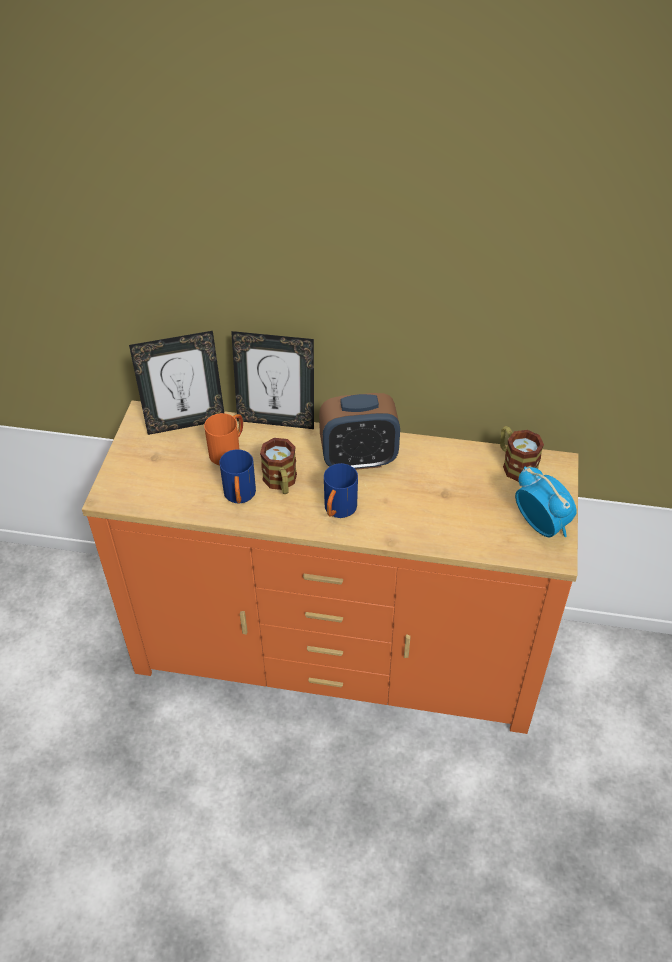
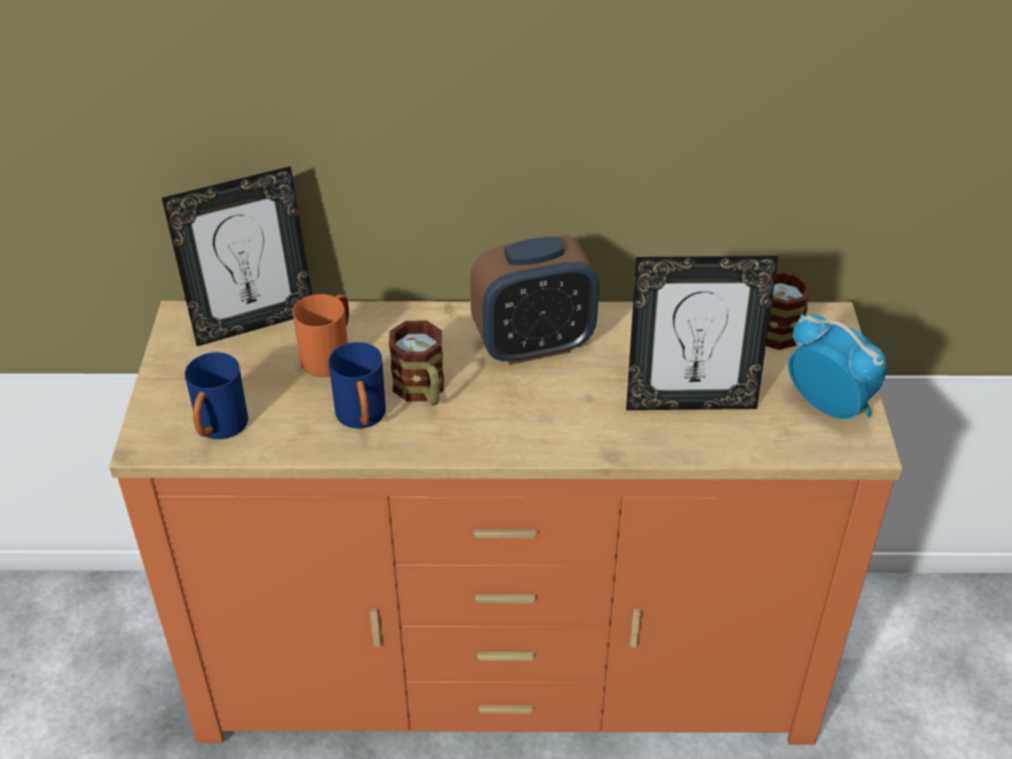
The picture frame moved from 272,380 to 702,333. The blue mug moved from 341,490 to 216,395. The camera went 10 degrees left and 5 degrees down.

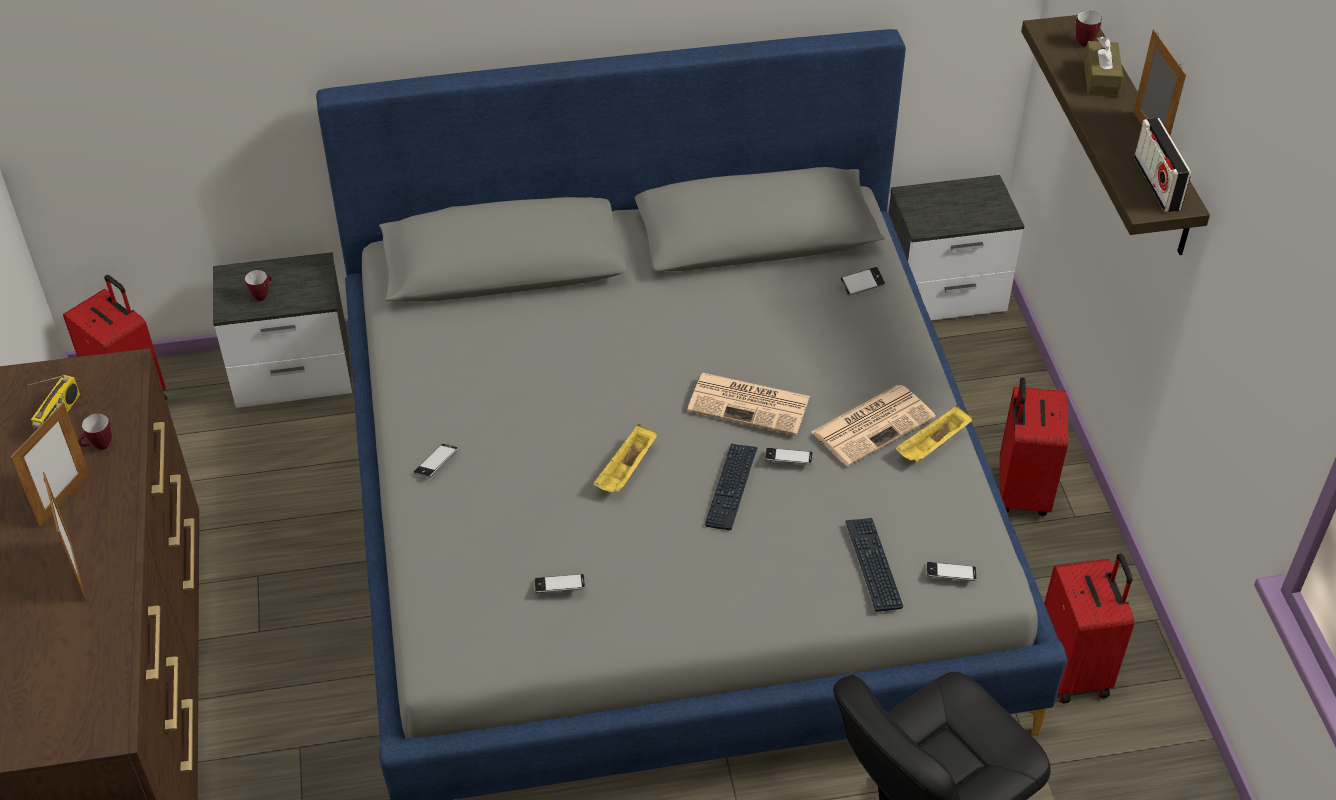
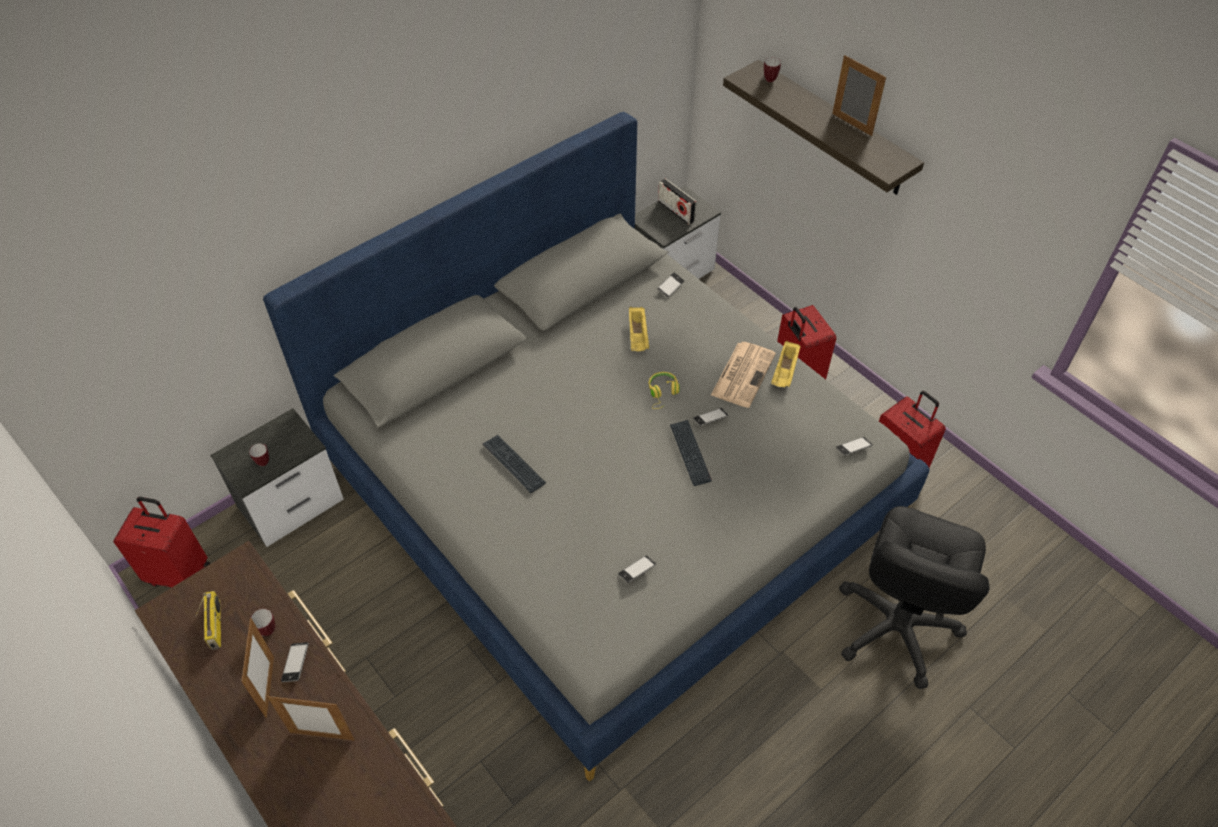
The brown box of tissues at 1103,66 disappeared. The radio moved from 1162,165 to 677,201. The printed paper at 748,404 was replaced by the yellowish pair of headphones at 664,390. The yellowish tray moved from 625,458 to 639,329. The telephone moved from 436,461 to 295,662. The picture frame at 64,536 turned 150 degrees clockwise. The keyboard moved from 874,565 to 514,464. The camera went 30 degrees left and 5 degrees up.

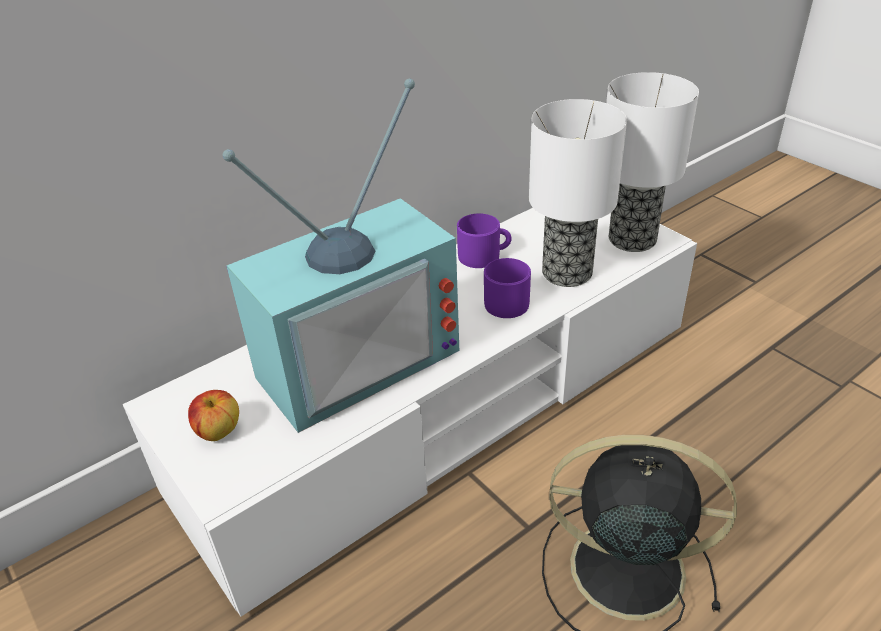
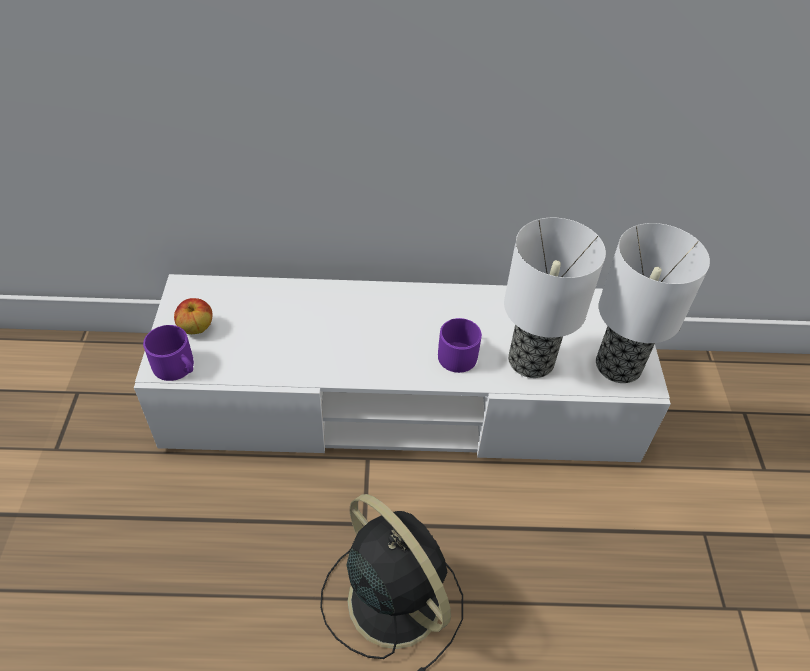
The TV set at 340,255 disappeared. The purple mug moved from 484,240 to 168,353. The camera went 35 degrees right and 10 degrees up.

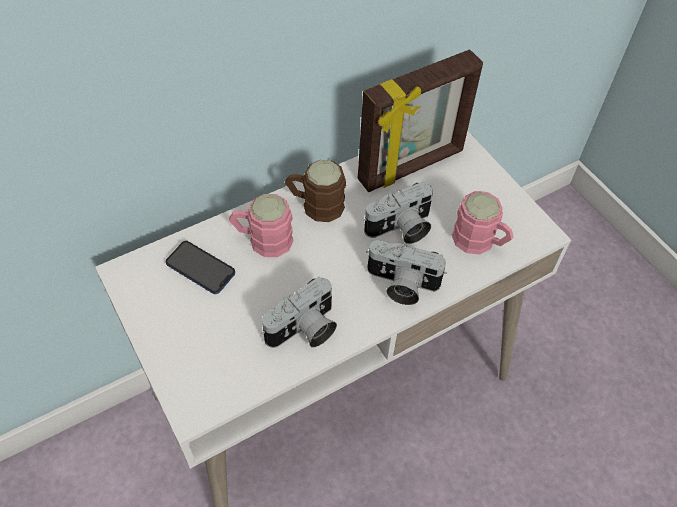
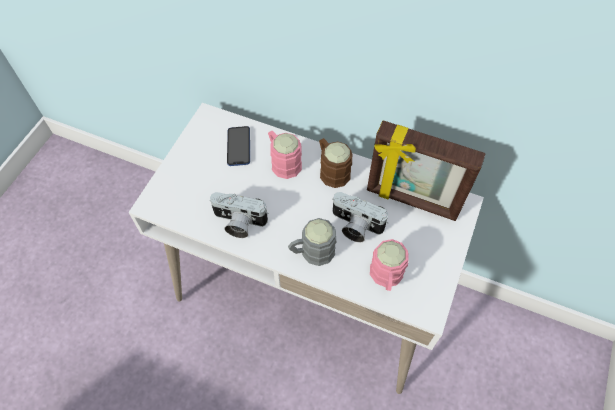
The still camera at 406,272 was replaced by the gray mug at 312,242. The camera went 55 degrees right and 5 degrees up.

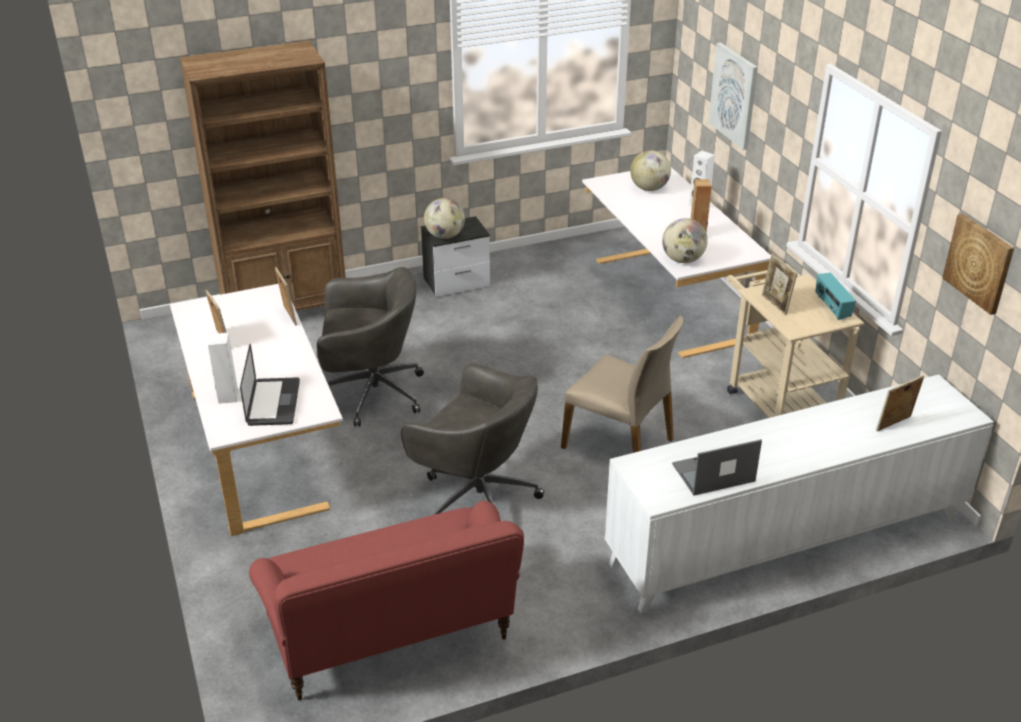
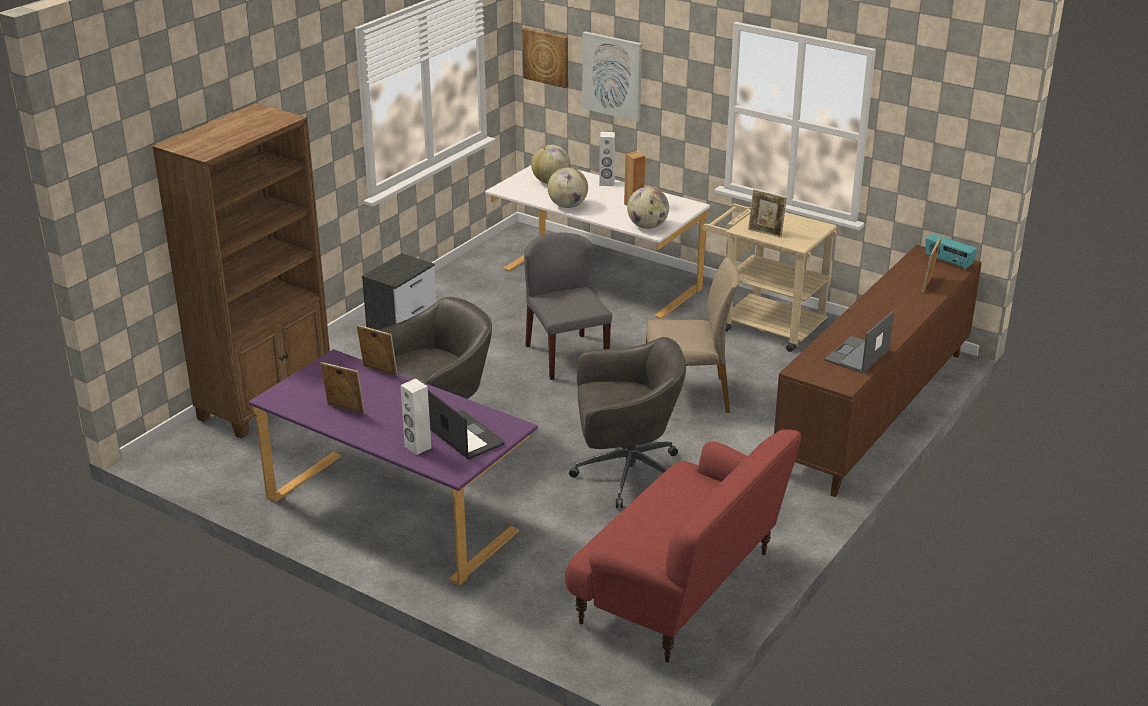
The desk globe moved from 444,218 to 568,187. The wall art moved from 978,264 to 545,58. The radio moved from 835,296 to 951,252. The white desk at 256,410 became the purple desk at 393,467. The white cupboard at 799,493 became the brown cupboard at 877,371. The gray plain chair at 568,306 appeared. The camera went 35 degrees left and 5 degrees down.

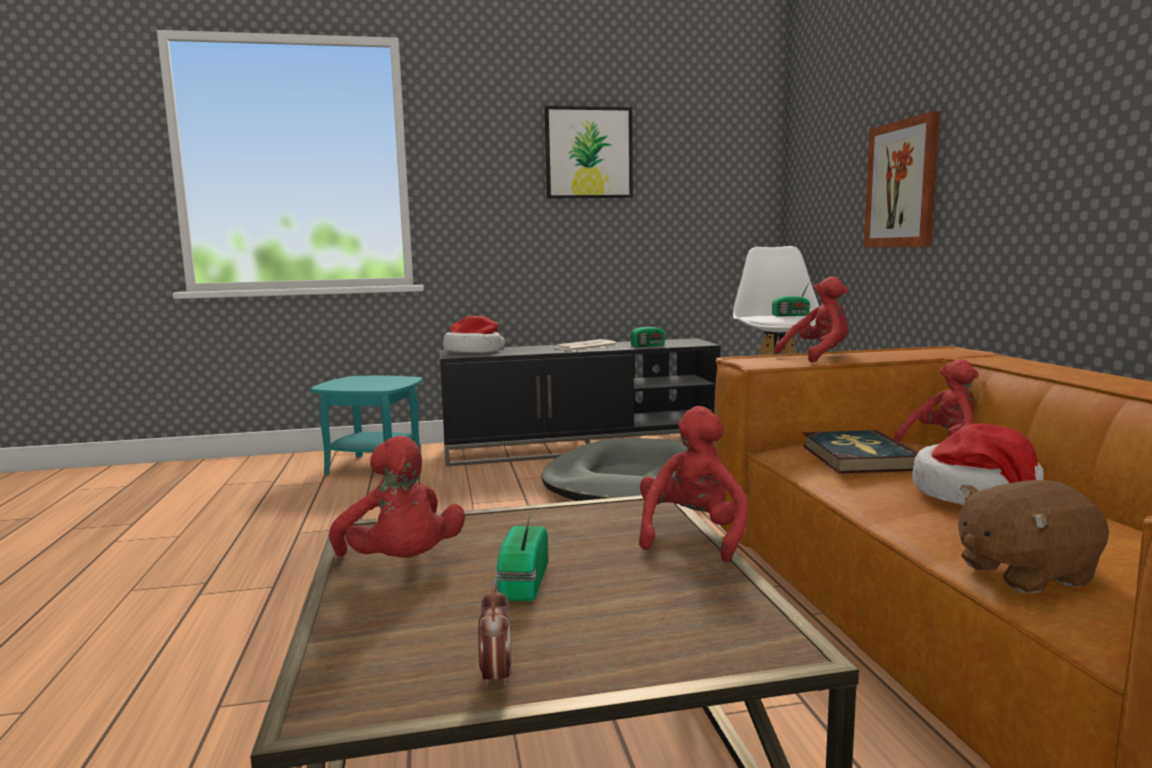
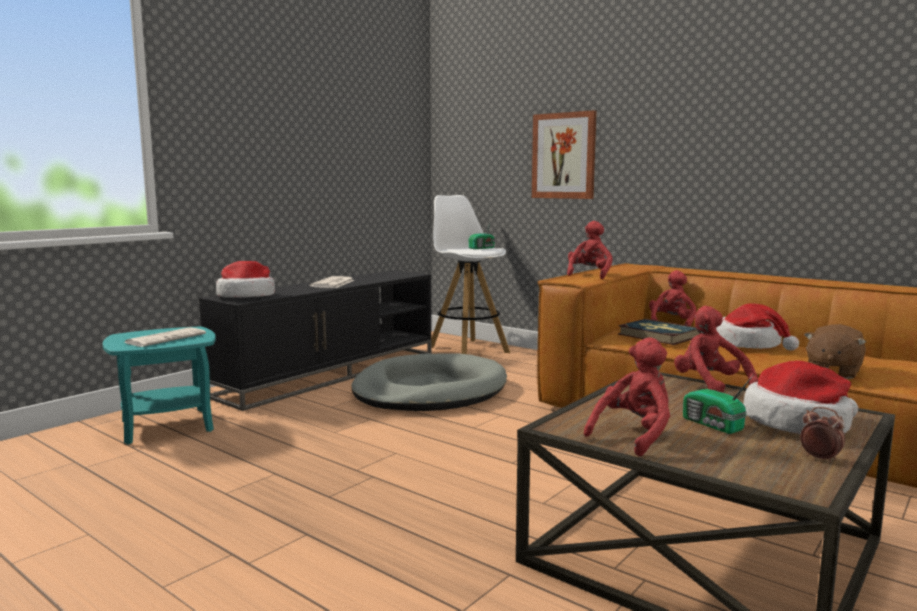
The wall art at 588,152 disappeared. The radio at 648,330 disappeared. The red-coloured soft toy at 397,497 turned 60 degrees counterclockwise. The printed paper at 165,337 appeared. The wearable hat at 800,397 appeared. The camera went 40 degrees left and 0 degrees up.

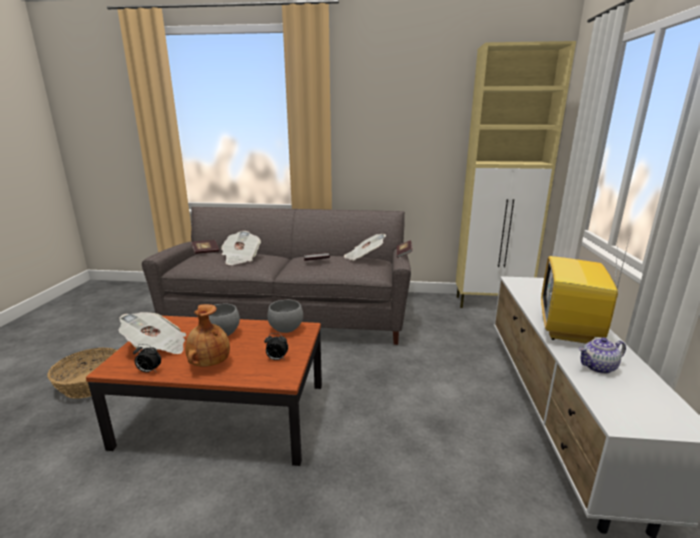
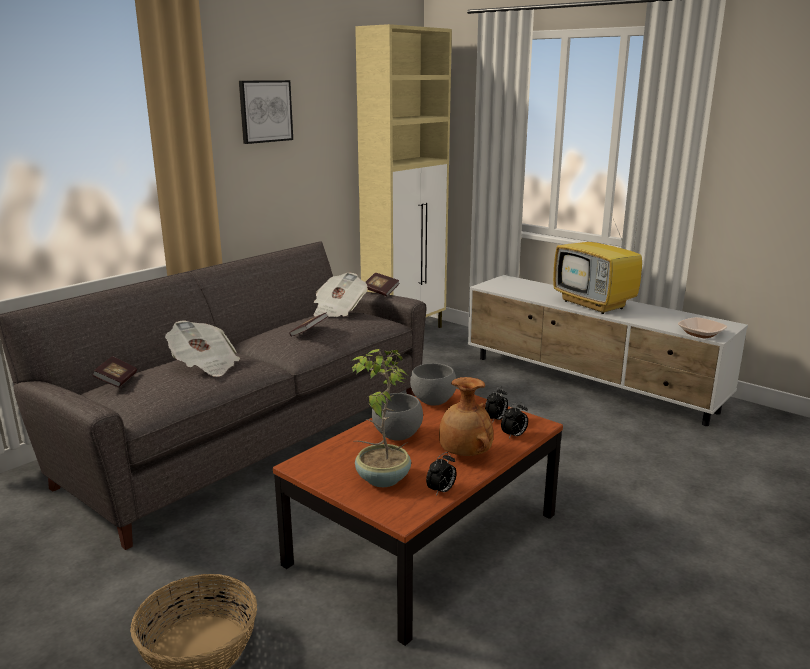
The printed paper at 152,333 was replaced by the plant in a pot at 381,418. The pot for tea at 602,356 disappeared. The wall art at 266,112 appeared. The bowl at 702,328 appeared. The alarm clock at 514,420 appeared. The camera went 55 degrees left and 0 degrees up.

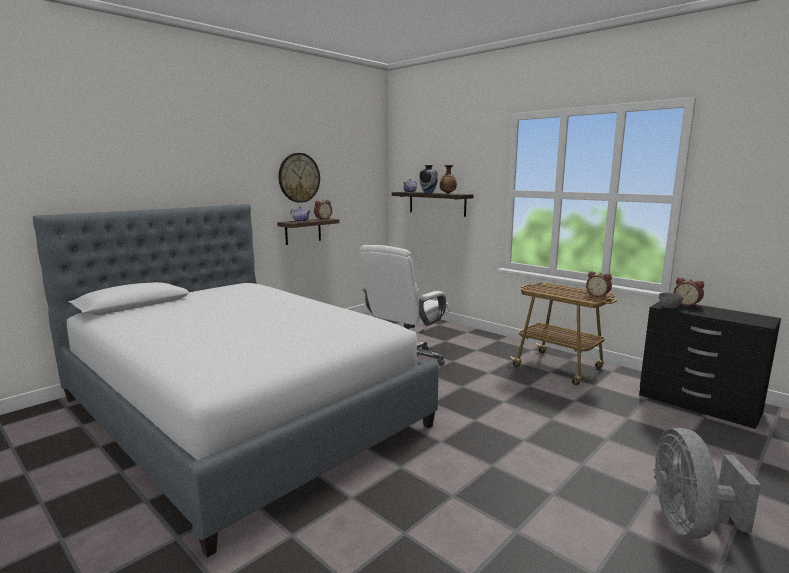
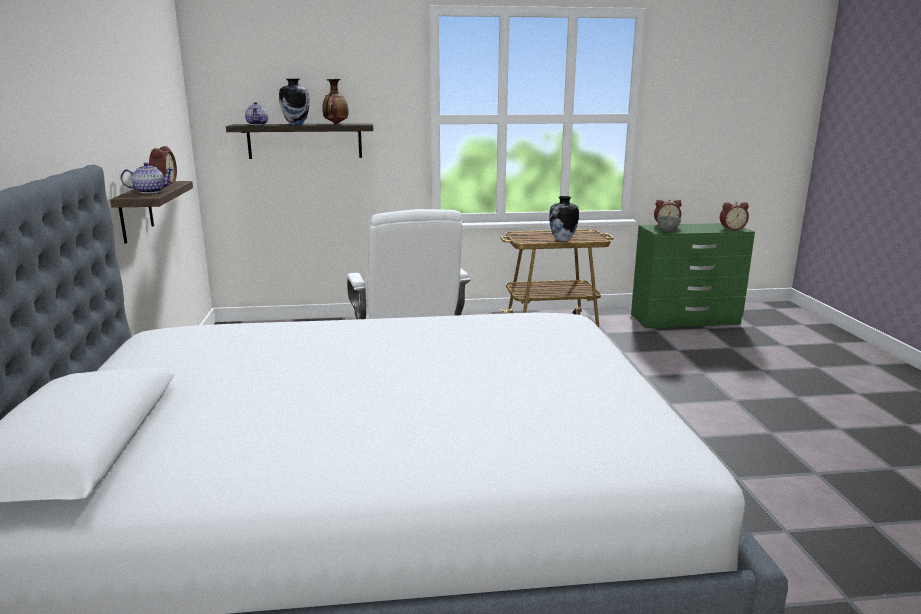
The hanging clock at 299,178 disappeared. The alarm clock moved from 599,284 to 734,216. The black drawer chest at 710,365 became the green-coloured drawer chest at 693,275. The gray cooling fan at 707,483 disappeared. The vase at 564,218 appeared. The camera went 50 degrees left and 5 degrees up.

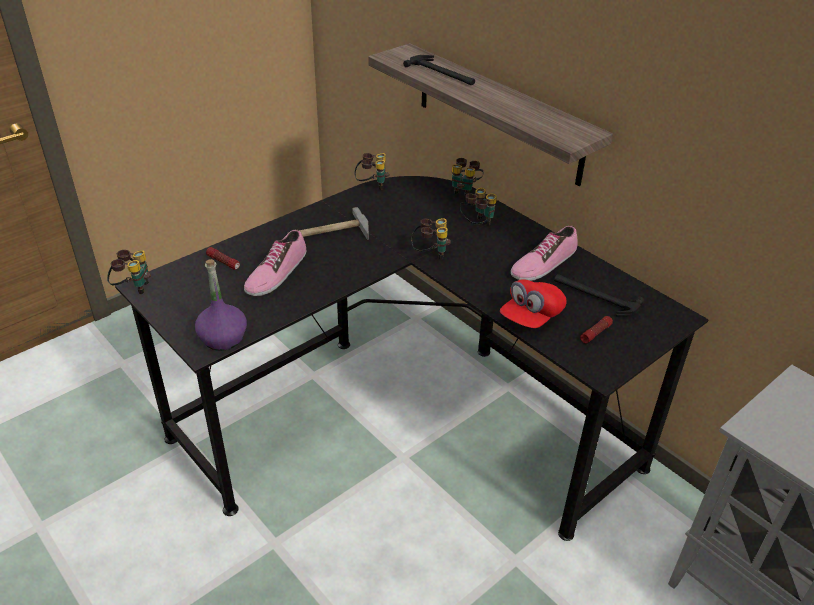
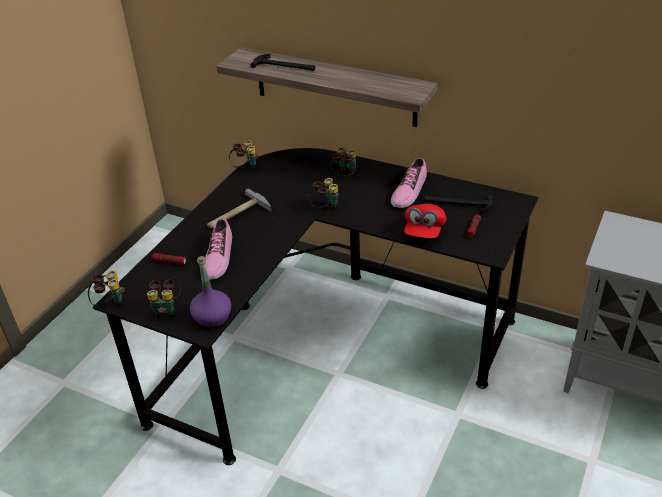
The field glasses moved from 468,176 to 164,299. The camera went 20 degrees left and 0 degrees up.

